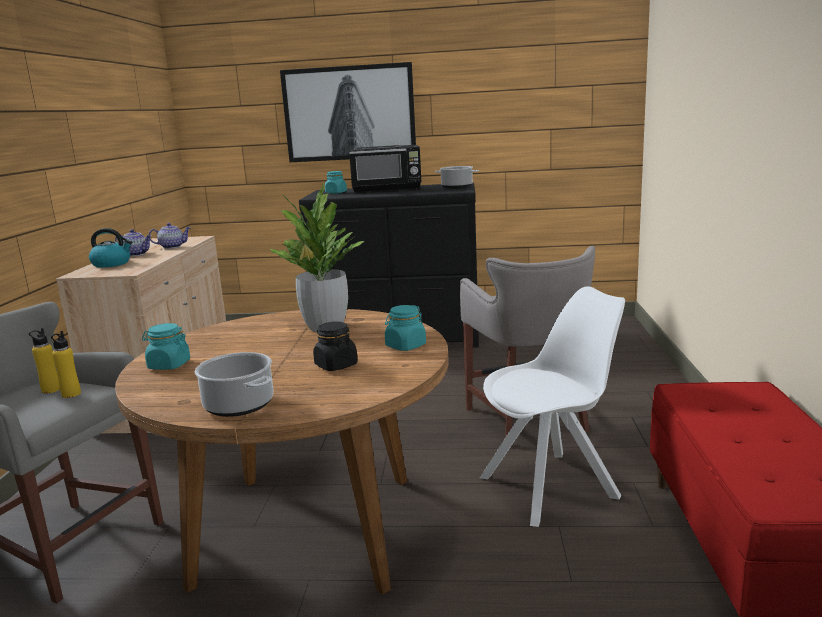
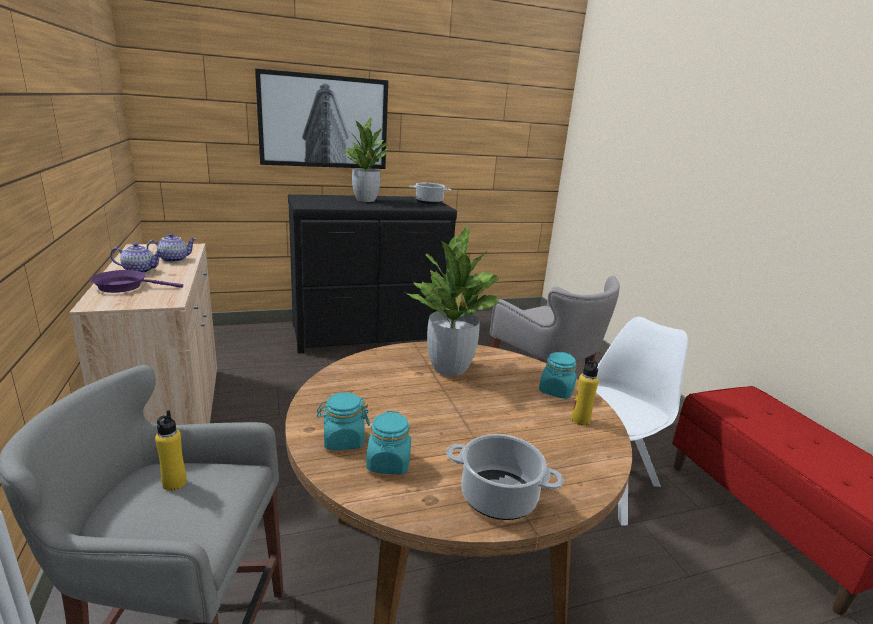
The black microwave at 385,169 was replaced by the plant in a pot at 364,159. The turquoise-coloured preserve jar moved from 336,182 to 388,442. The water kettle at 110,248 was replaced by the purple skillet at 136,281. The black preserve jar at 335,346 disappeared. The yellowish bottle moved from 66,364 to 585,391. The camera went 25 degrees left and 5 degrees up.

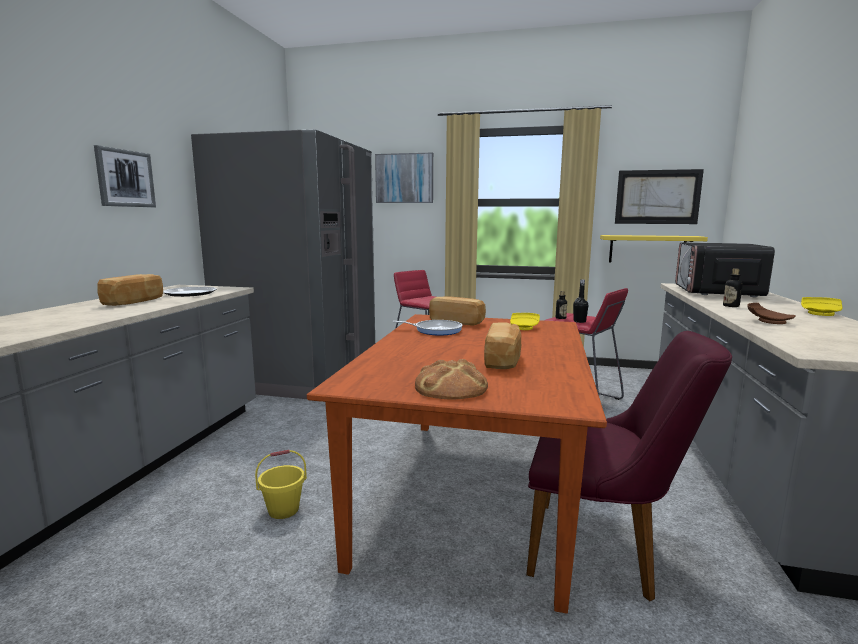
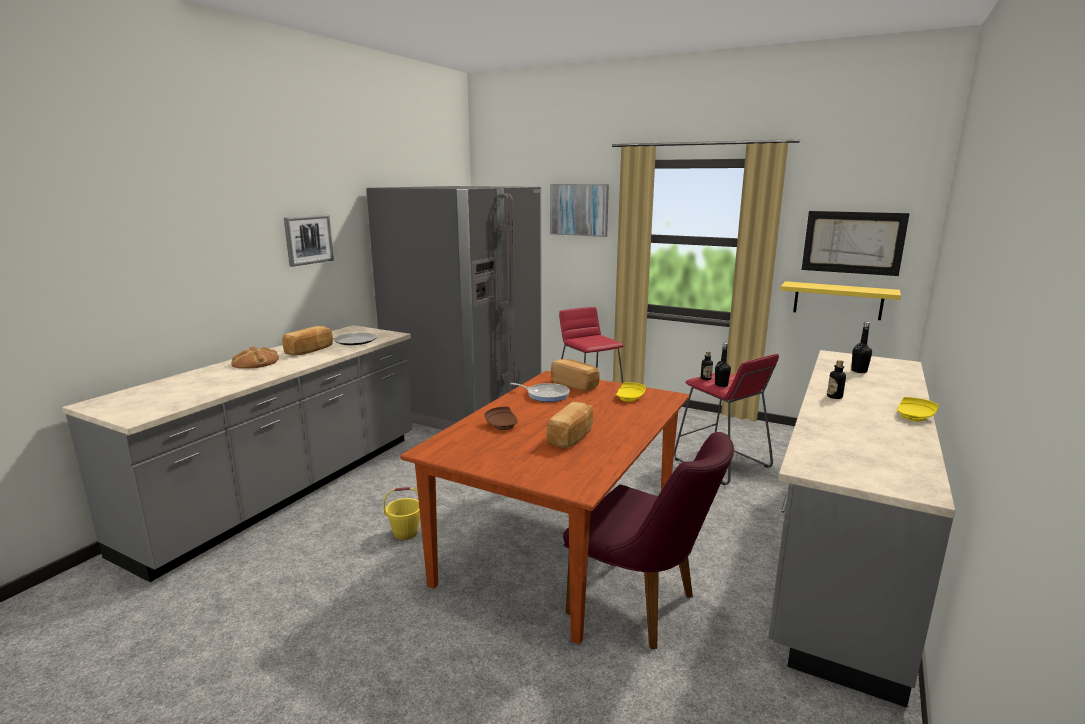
The microwave at 725,269 was replaced by the black bottle at 861,347. The brown flat dish moved from 771,313 to 501,418. The bakery bread moved from 451,379 to 255,358. The camera went 15 degrees right and 5 degrees up.

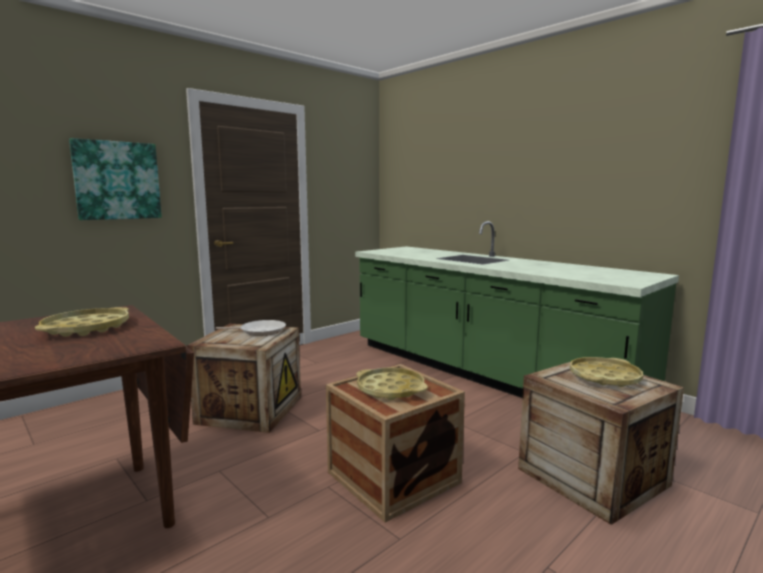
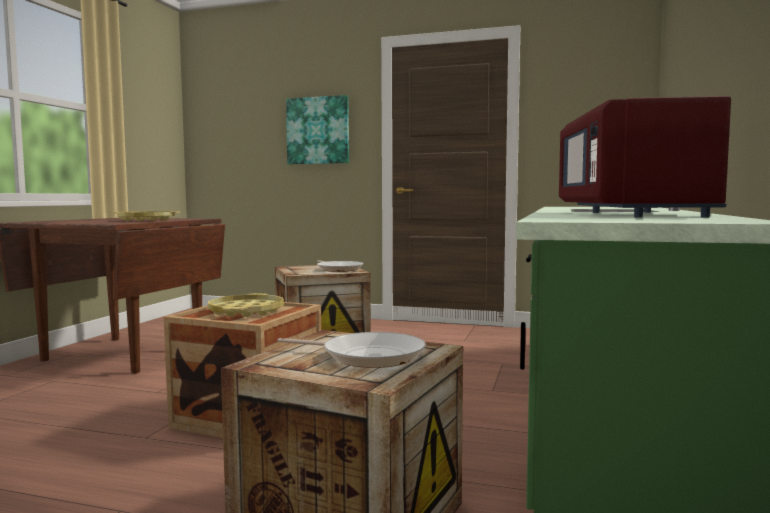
The yellowish tray at 606,372 was replaced by the skillet at 351,350. The red-coloured microwave at 645,157 appeared. The camera went 60 degrees right and 5 degrees down.

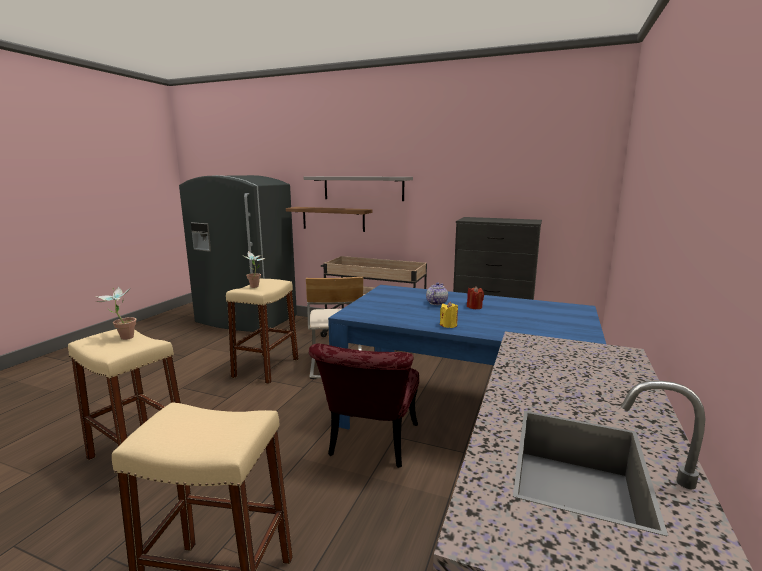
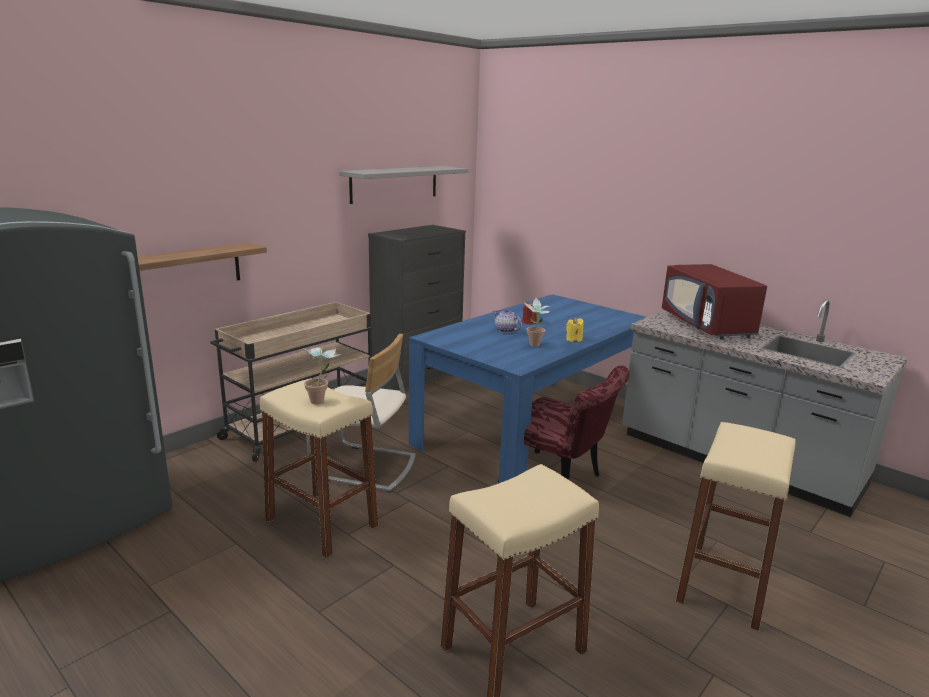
The gray wall shelf moved from 358,188 to 403,185. The plant in a pot moved from 116,313 to 537,322. The red-coloured microwave at 714,302 appeared. The camera went 70 degrees left and 5 degrees up.

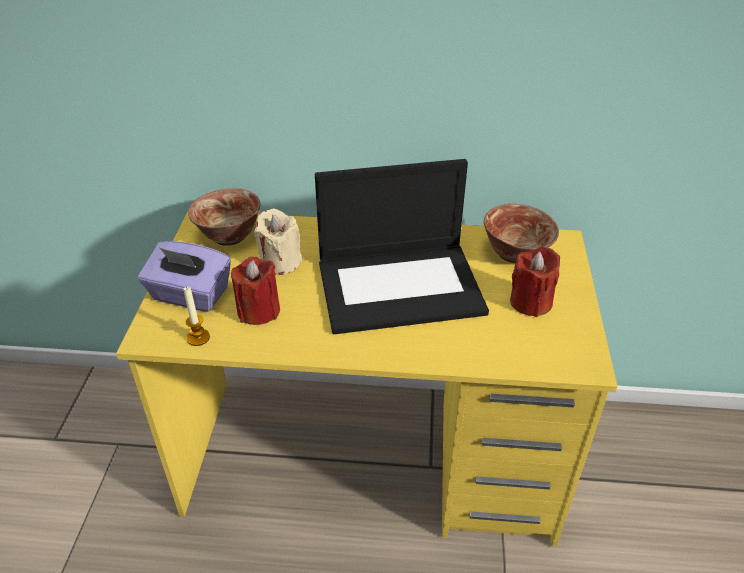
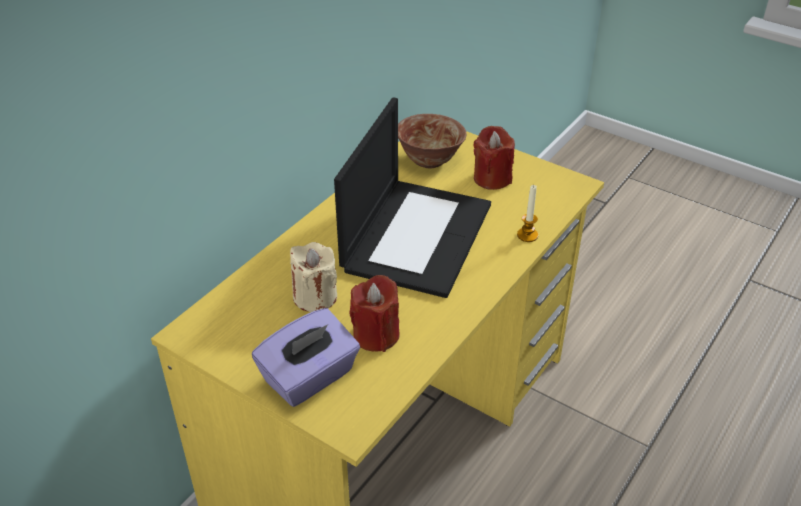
The bowl at 224,217 disappeared. The wax light moved from 197,316 to 527,213. The camera went 60 degrees left and 0 degrees up.

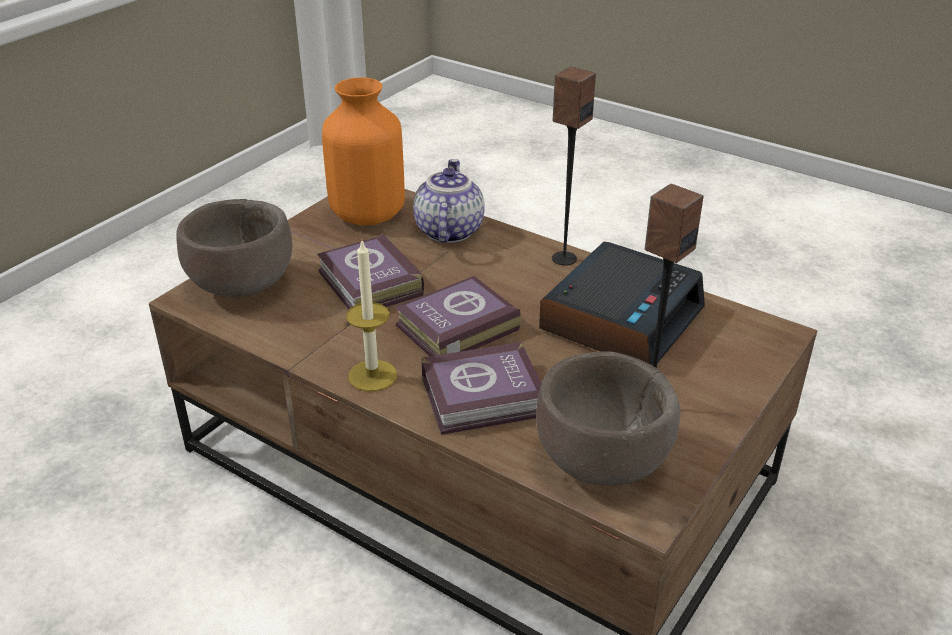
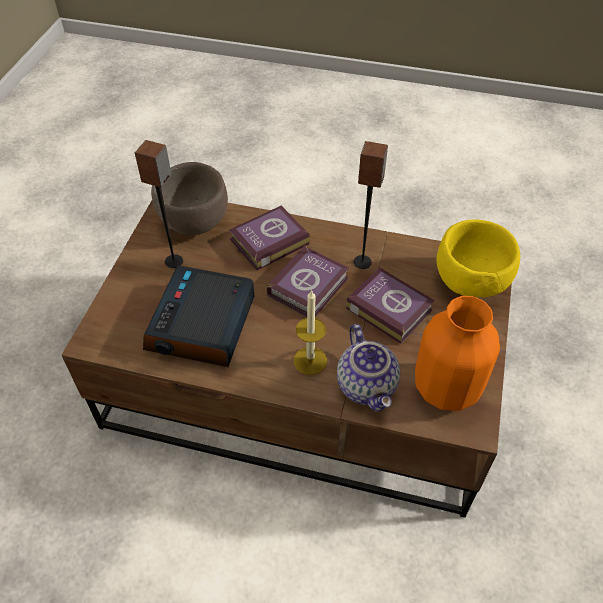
The loudspeaker moved from 574,166 to 370,205. The brown bowl at 234,248 became the yellowish bowl at 478,258. The wax light moved from 371,316 to 310,332. The camera went 160 degrees right and 15 degrees up.

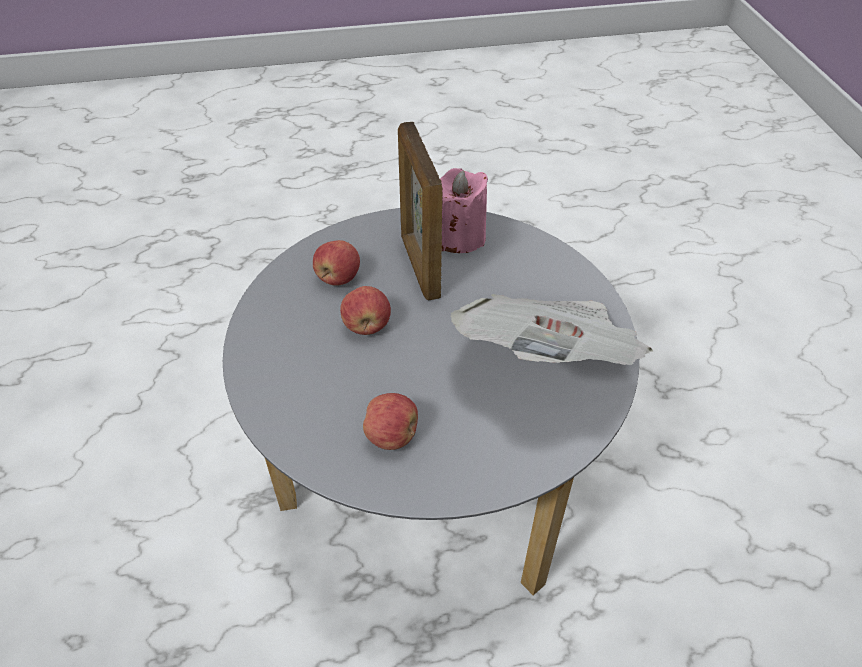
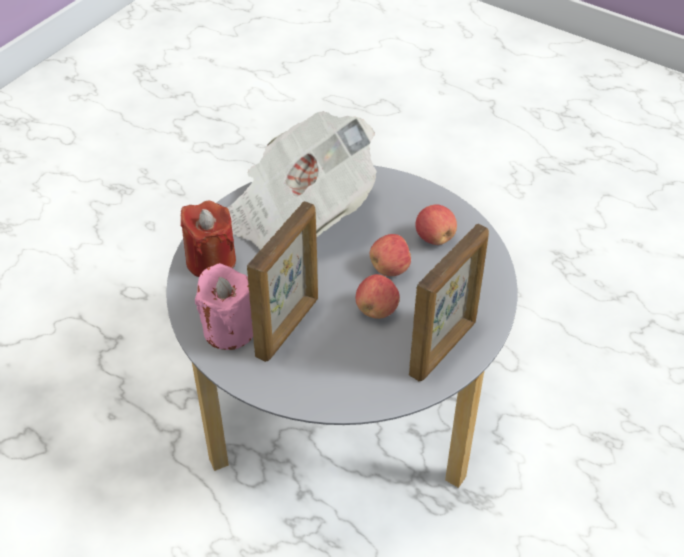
The whole apple moved from 336,263 to 390,255. The red-coloured wax light at 208,239 appeared. The picture frame at 449,302 appeared. The camera went 135 degrees left and 0 degrees up.

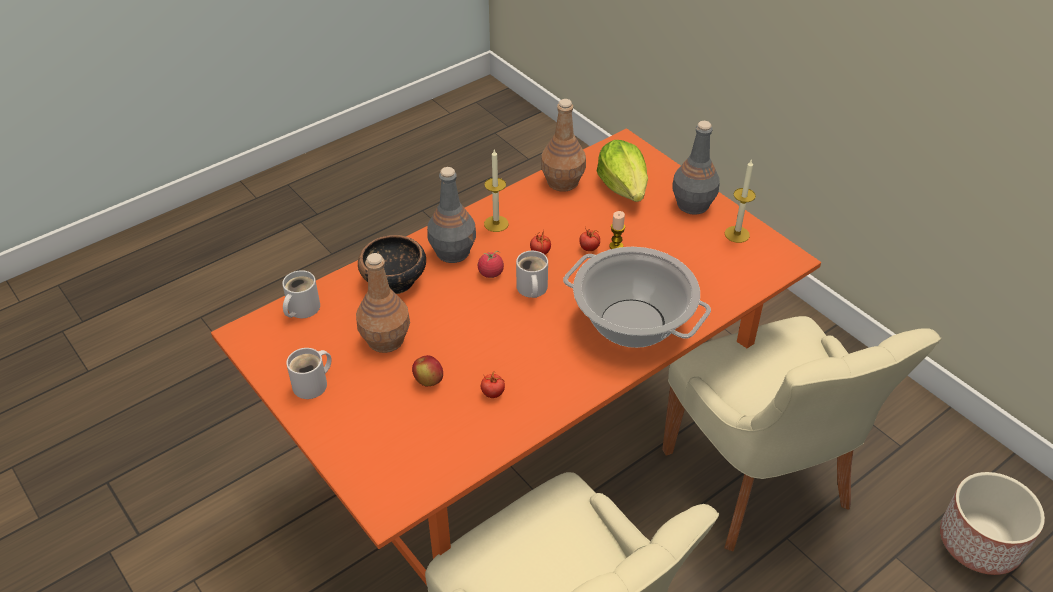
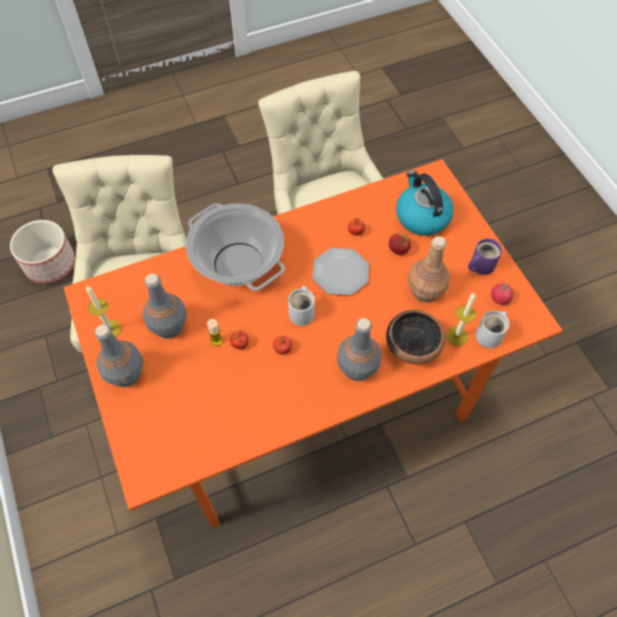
The brown bottle at 563,145 disappeared. The head of lettuce at 622,171 disappeared. The wax light moved from 496,191 to 461,319. The tomato moved from 491,264 to 502,294. The white mug at 309,373 became the purple mug at 485,257. The water kettle at 425,202 appeared. The flat dish at 340,272 appeared. The gray bottle at 165,306 appeared. The camera went 165 degrees left and 15 degrees up.

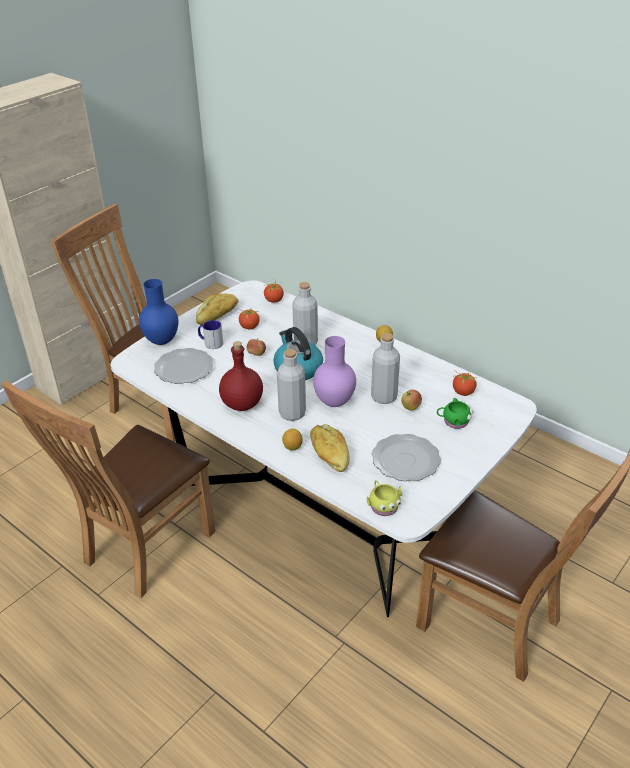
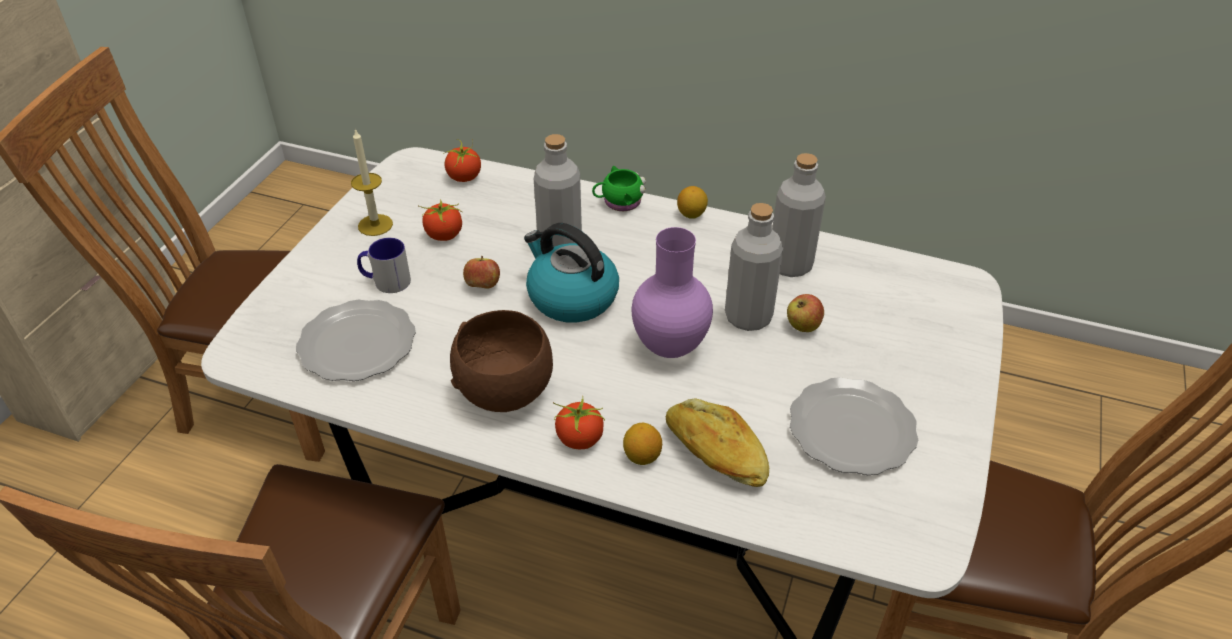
The blue vase at 158,312 disappeared. The bakery bread at 217,309 was replaced by the wax light at 372,182. The red-coloured bottle at 241,376 was replaced by the brown bowl at 501,361. The gray bottle moved from 291,385 to 799,215. The tomato moved from 465,383 to 579,422. The green-coloured mug moved from 455,413 to 619,188. The yellowish mug at 385,498 disappeared. The camera went 20 degrees left and 5 degrees up.

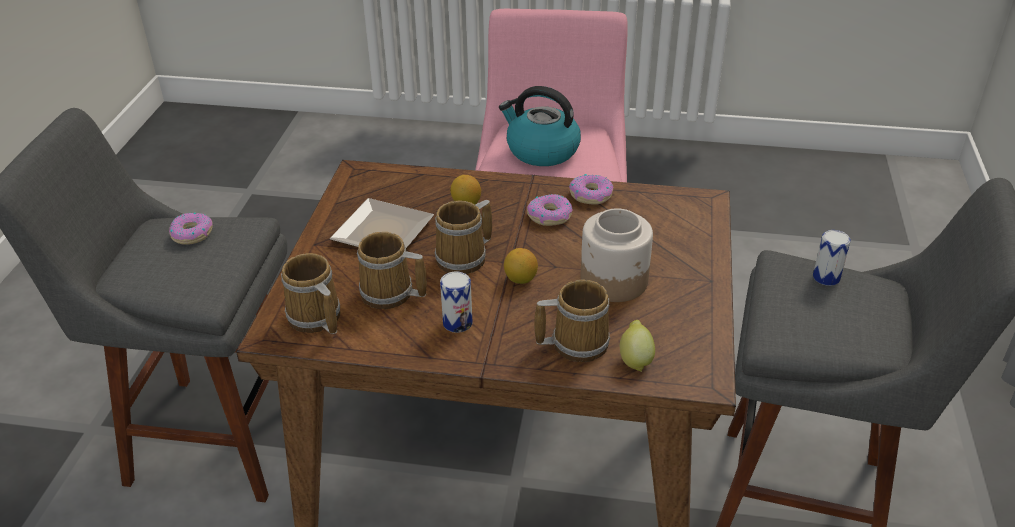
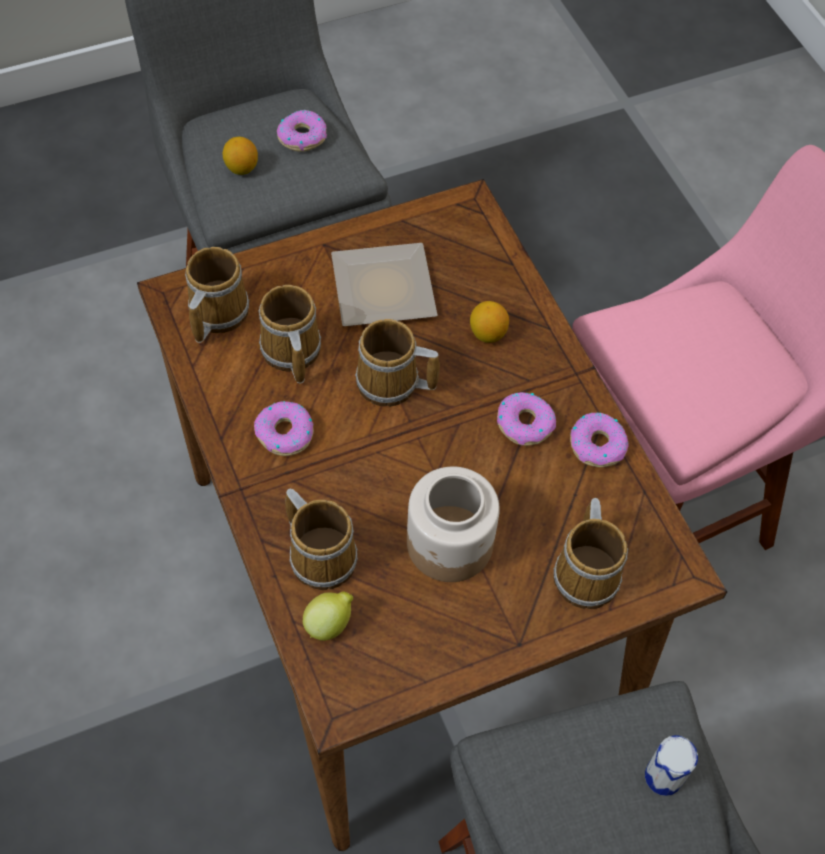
The water kettle at 540,126 disappeared. The lemon moved from 521,266 to 240,156. The metal can at 456,302 was replaced by the doughnut at 284,428. The mug at 590,553 appeared. The camera went 55 degrees right and 20 degrees up.

